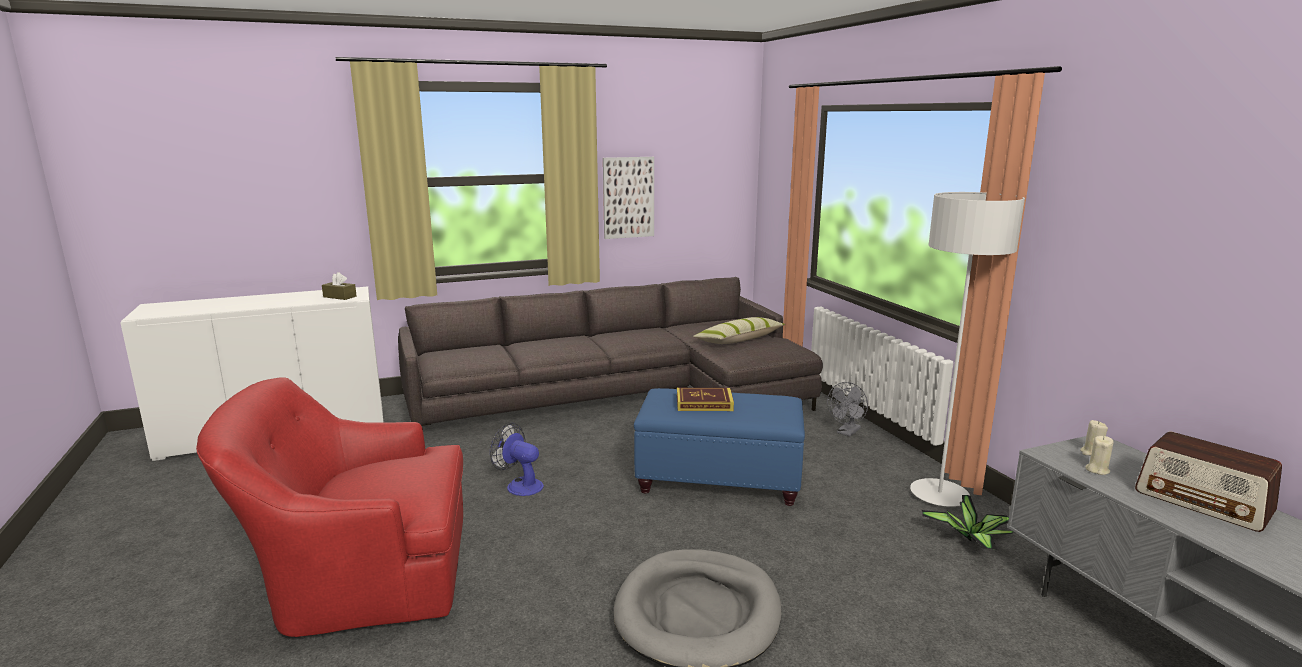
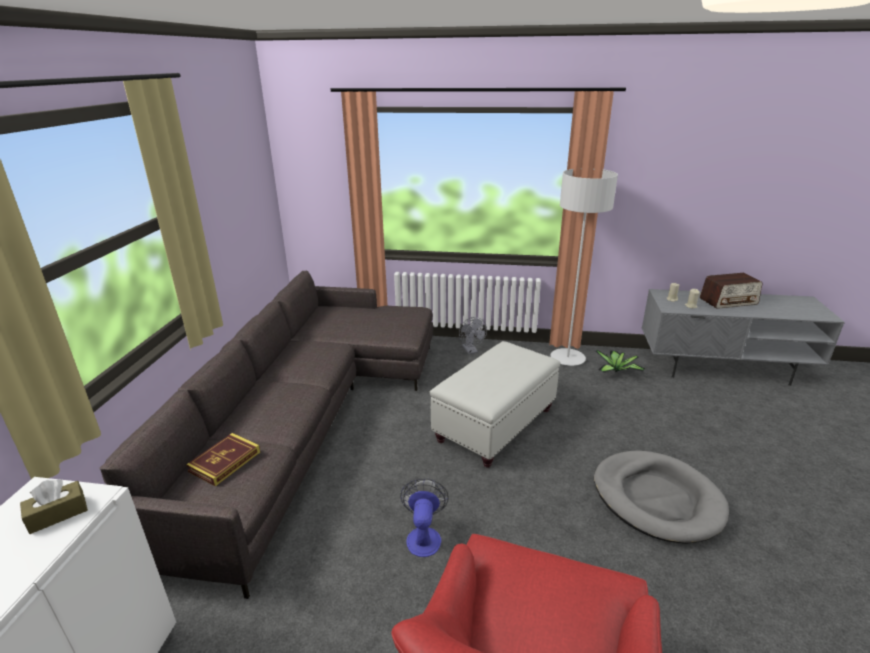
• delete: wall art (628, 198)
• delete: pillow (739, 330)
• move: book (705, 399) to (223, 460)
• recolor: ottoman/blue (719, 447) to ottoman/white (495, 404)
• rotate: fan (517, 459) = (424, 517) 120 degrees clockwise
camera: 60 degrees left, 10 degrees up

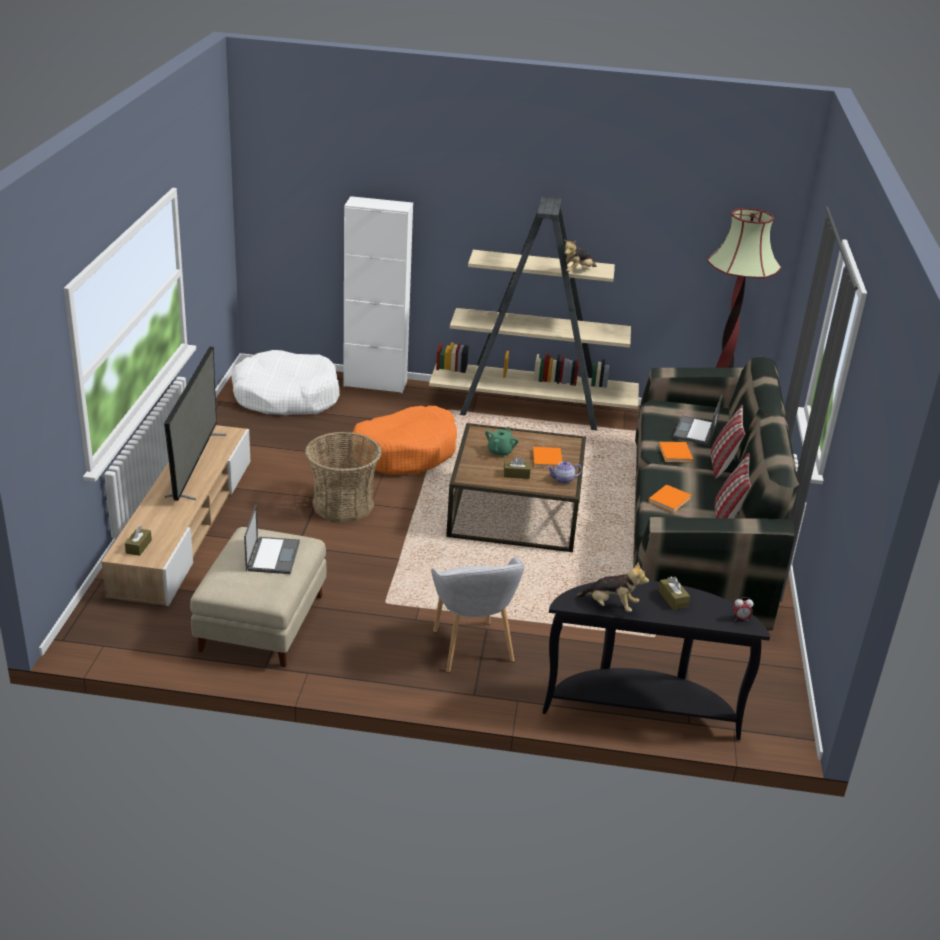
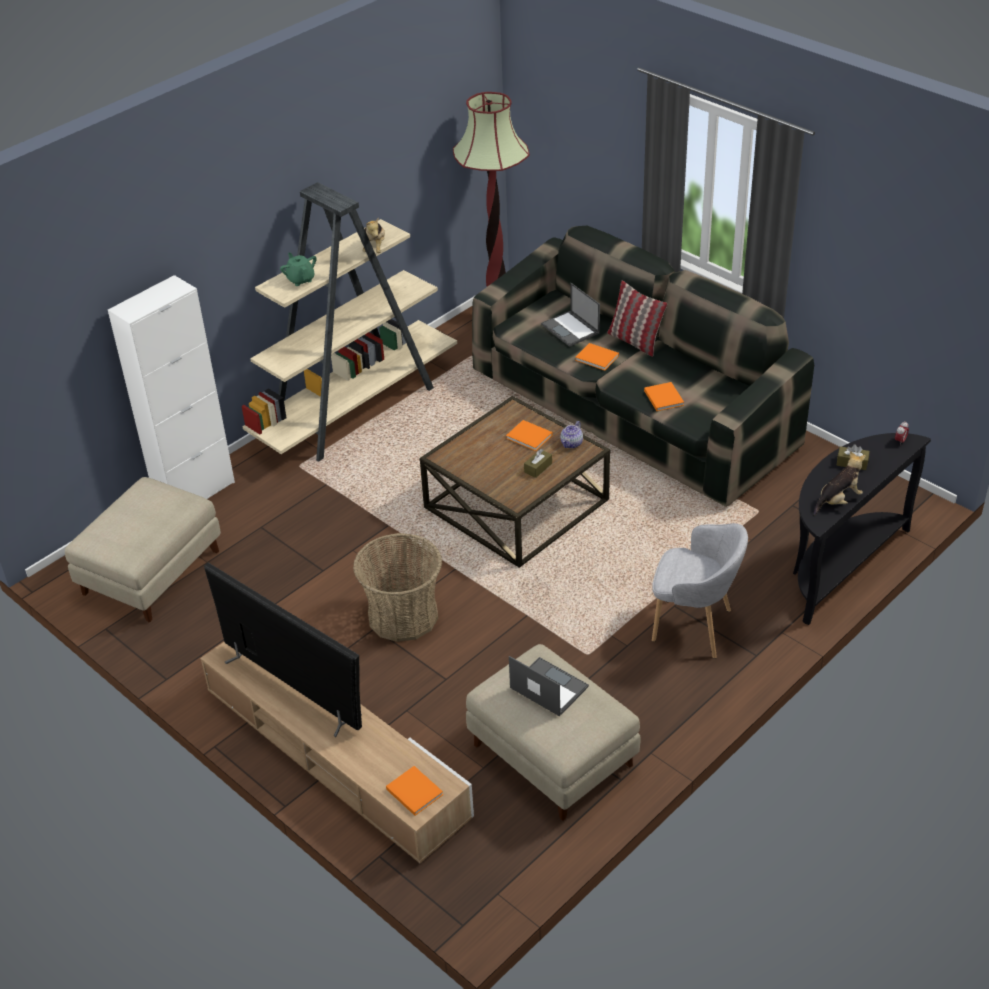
• delete: pet bed/orangey (404, 440)
• delete: pillow (732, 485)
• move: teapot/green (502, 442) to (298, 269)
• replace: box of tissues/brown-coloured (138, 541) to book/orangey (414, 791)
• replace: pet bed/white (285, 382) to ottoman/beige (143, 549)
camera: 50 degrees left, 10 degrees up

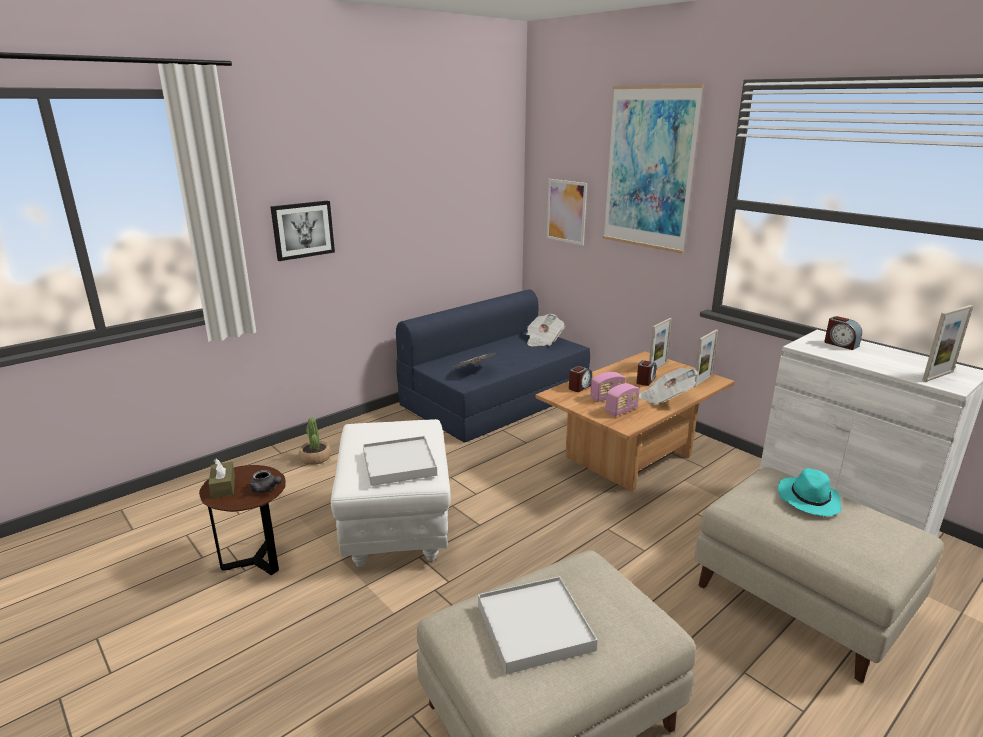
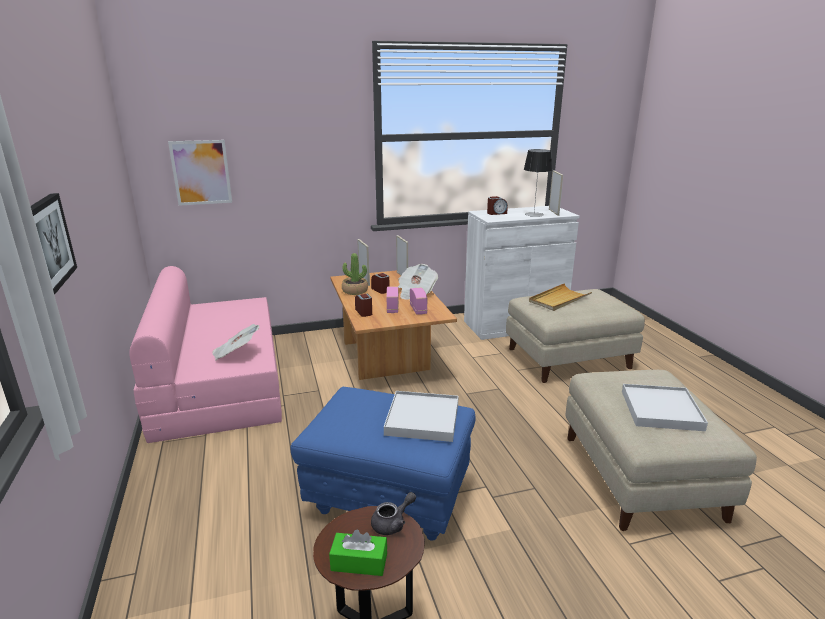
• delete: printed paper (545, 330)
• delete: wall art (653, 169)
• insert: tabletop lamp (538, 183)
• move: plant in a pot (315, 441) to (355, 274)
• replace: wearable hat/turquoise-coloured (809, 492) to tray/beige (560, 297)
• recolor: box of tissues/brown-coloured (221, 479) to box of tissues/green (358, 553)
• recolor: ottoman/white (391, 493) to ottoman/blue (383, 464)
• recolor: settee/blue (493, 366) to settee/pink (205, 354)
camera: 65 degrees left, 0 degrees up

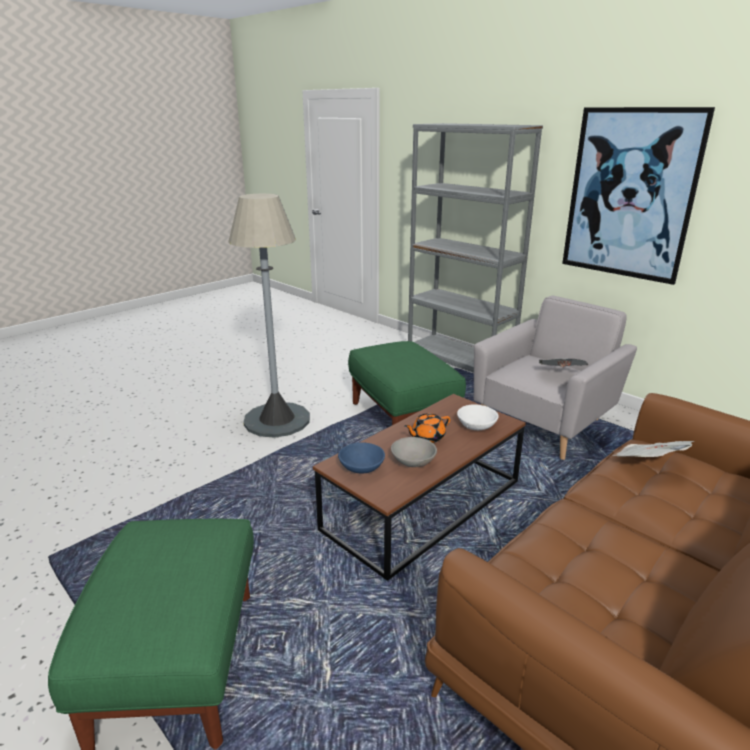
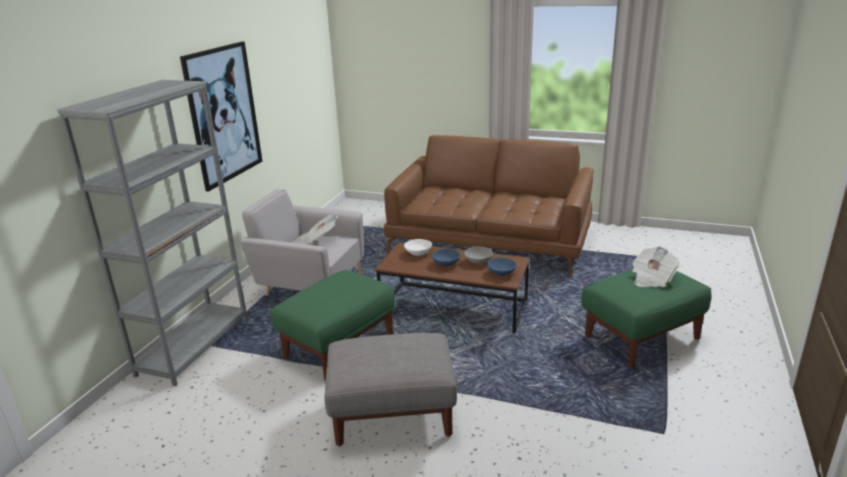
• move: printed paper (653, 449) to (656, 266)
• replace: standing lamp/gray (269, 316) to ottoman/gray (390, 390)
• replace: teapot/orangey (427, 428) to serving bowl/blue (446, 257)
camera: 115 degrees left, 0 degrees up

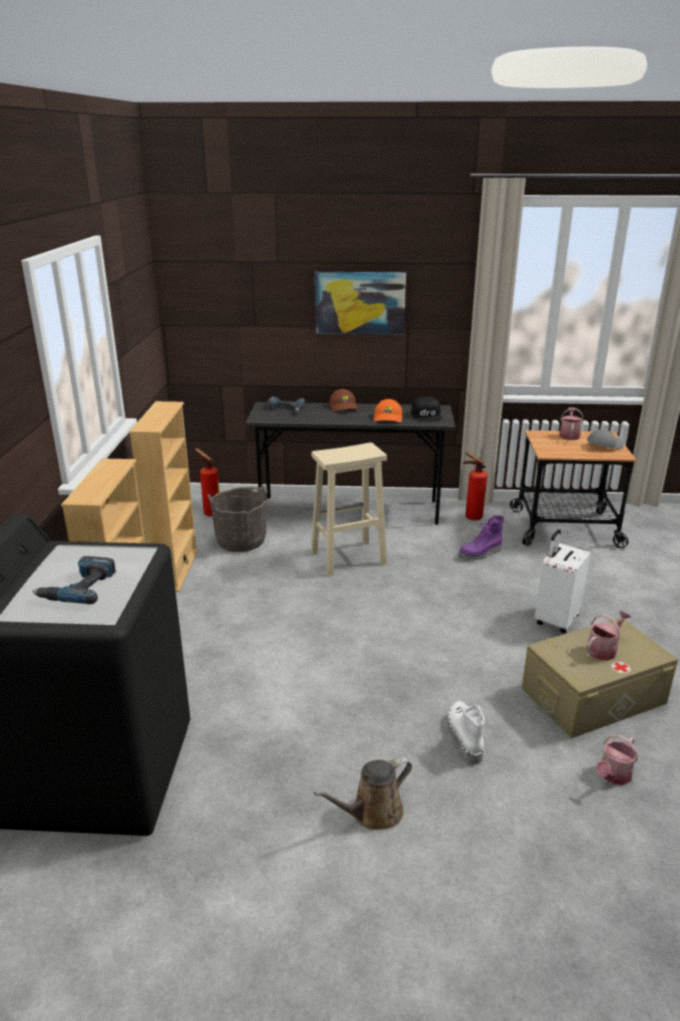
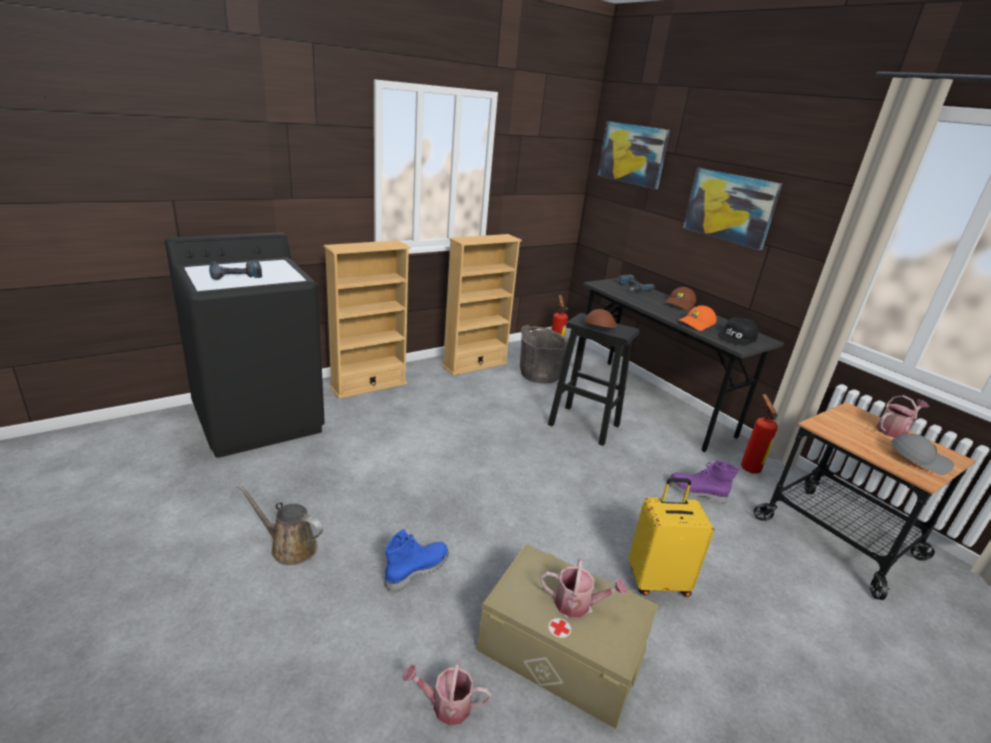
• insert: baseball cap/brown-coloured (601, 318)
• insert: wall art (634, 155)
• recolor: sitting stool/beige (349, 509) to sitting stool/black-coloured (594, 379)
• recolor: high-top boot/white (466, 733) to high-top boot/blue (417, 560)
• recolor: piece of luggage/white (563, 581) to piece of luggage/yellowish (671, 537)
camera: 50 degrees right, 0 degrees up

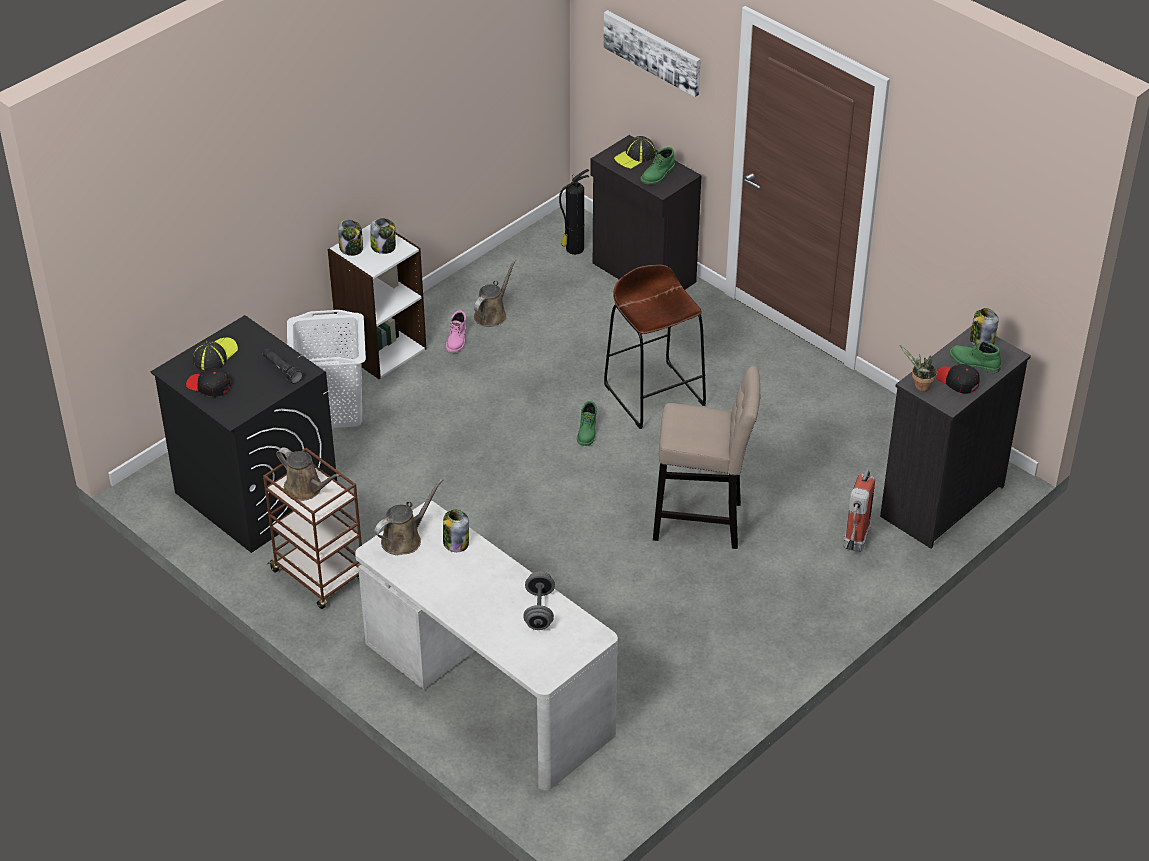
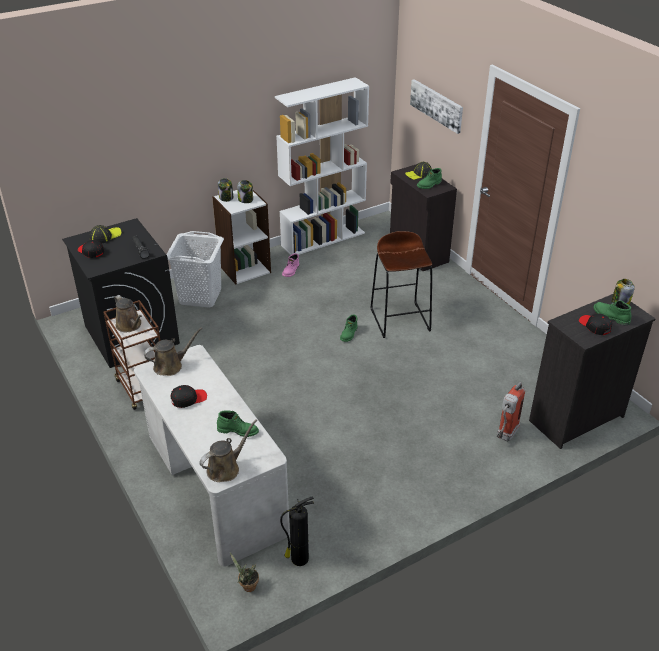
• delete: preserve jar (456, 530)
• delete: sitting stool/beige (707, 457)
• insert: baseball cap/black-coloured (189, 396)
• insert: shelving unit/white (322, 166)
• move: sprinkling can/brown-coloured (495, 293) to (228, 450)
• move: fire-fighting cylinder (574, 212) to (297, 531)
• move: plant in a pot (918, 368) to (244, 572)
• replace: free weight/gray (539, 600) to high-top boot/green (238, 423)
camera: 15 degrees right, 5 degrees down

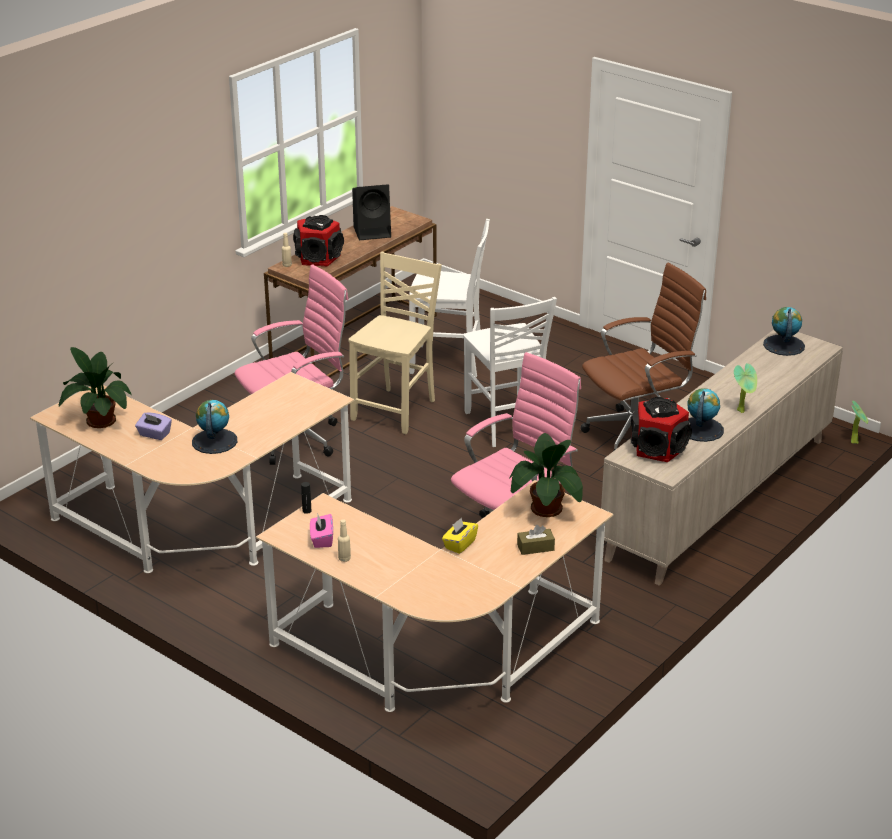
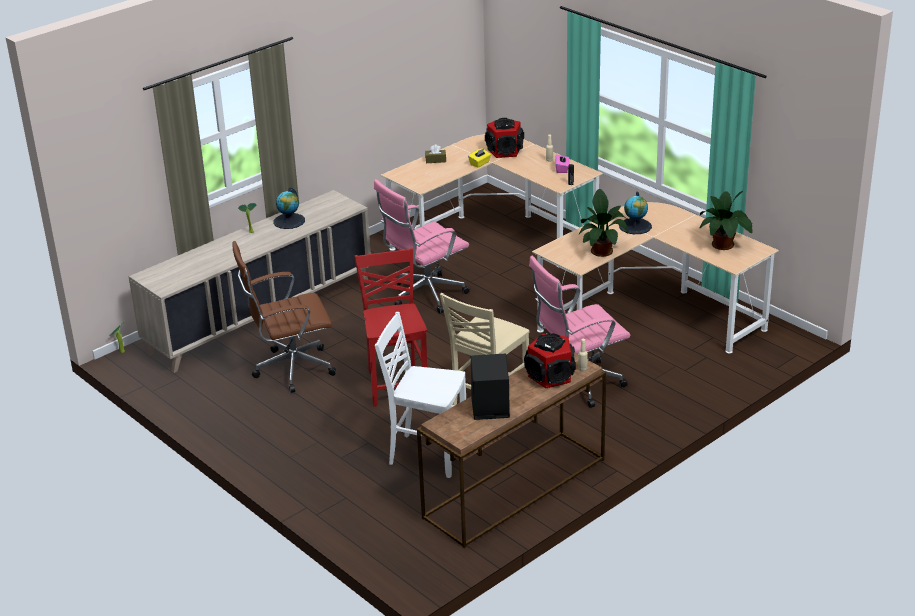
• delete: box of tissues/purple (153, 426)
• delete: desk globe (784, 331)
• move: plant in a pot (546, 475) to (604, 223)
• move: audio speaker (661, 429) to (504, 138)
• recolor: chair/white (510, 372) to chair/red-coloured (390, 327)
camera: 170 degrees left, 0 degrees up

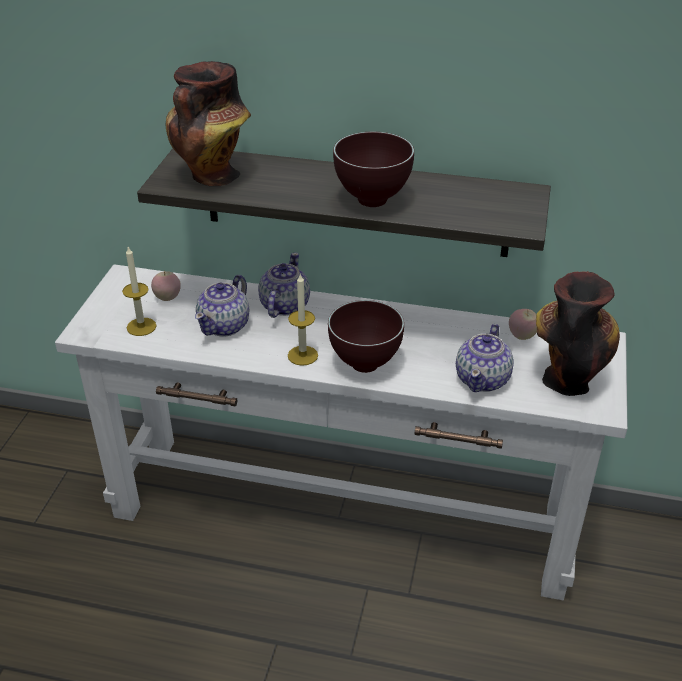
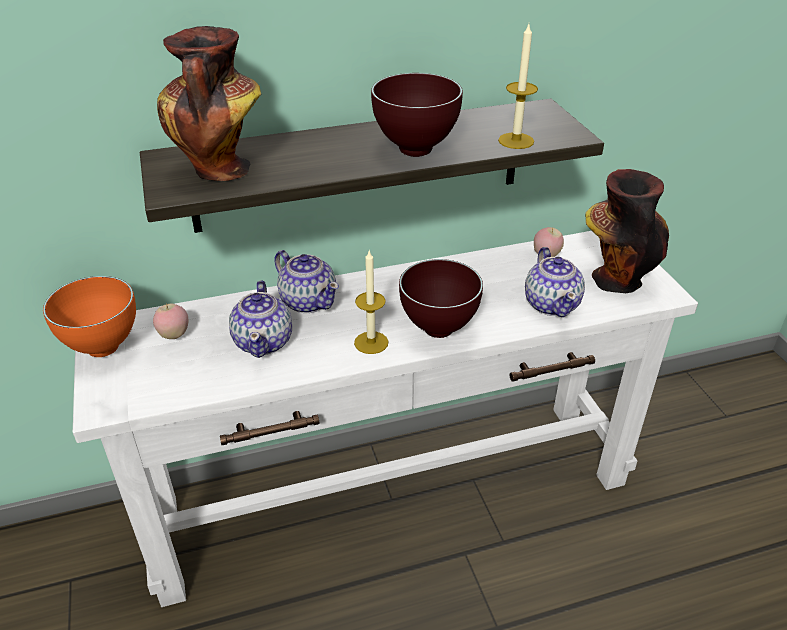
• insert: serving bowl/orangey (89, 316)
• move: wax light (139, 291) to (518, 86)
• rotate: teapot (284, 285) = (306, 281) 150 degrees clockwise
camera: 30 degrees left, 0 degrees up

